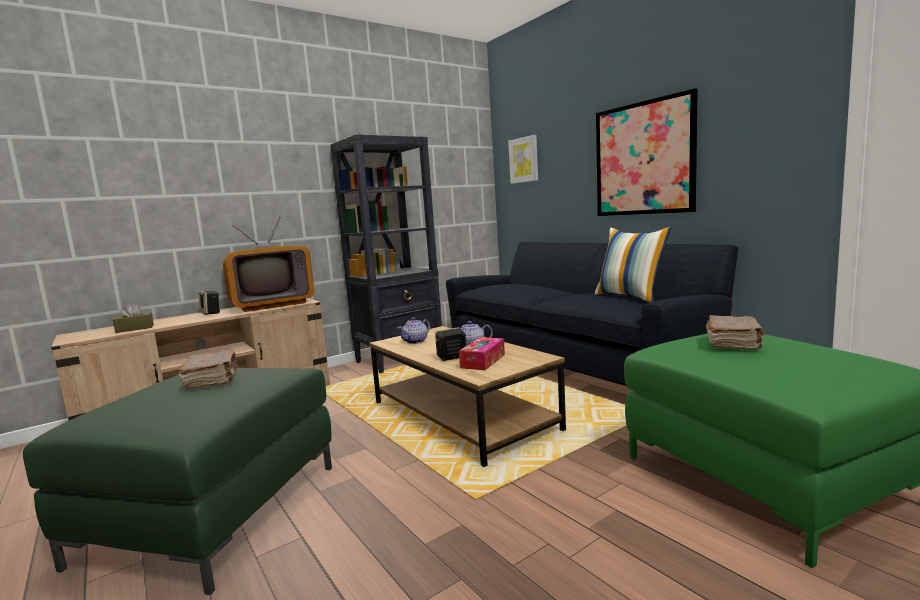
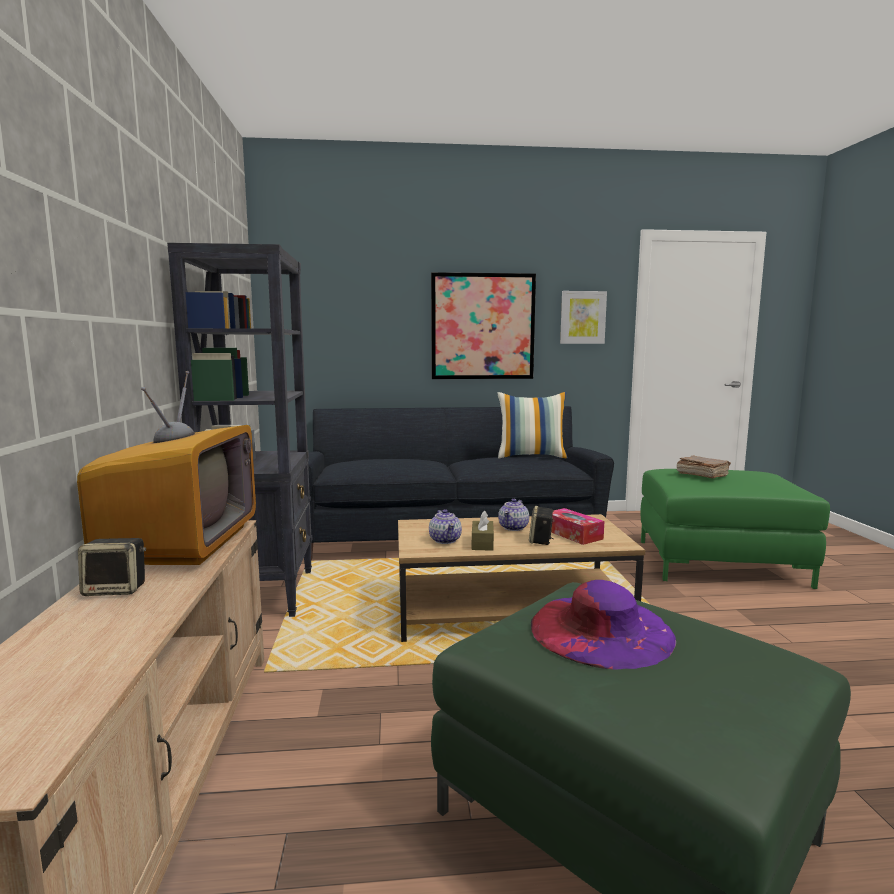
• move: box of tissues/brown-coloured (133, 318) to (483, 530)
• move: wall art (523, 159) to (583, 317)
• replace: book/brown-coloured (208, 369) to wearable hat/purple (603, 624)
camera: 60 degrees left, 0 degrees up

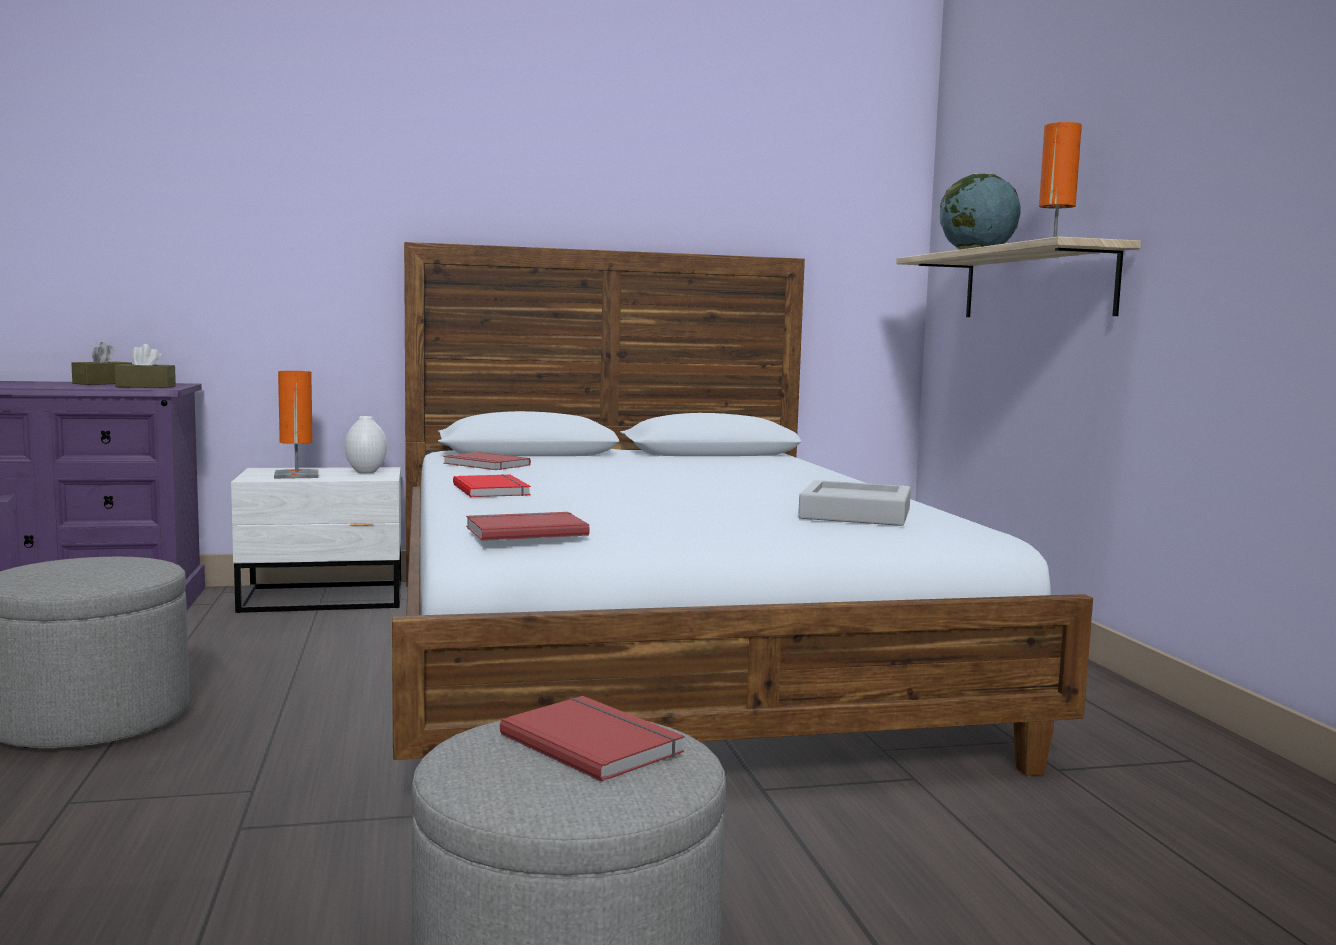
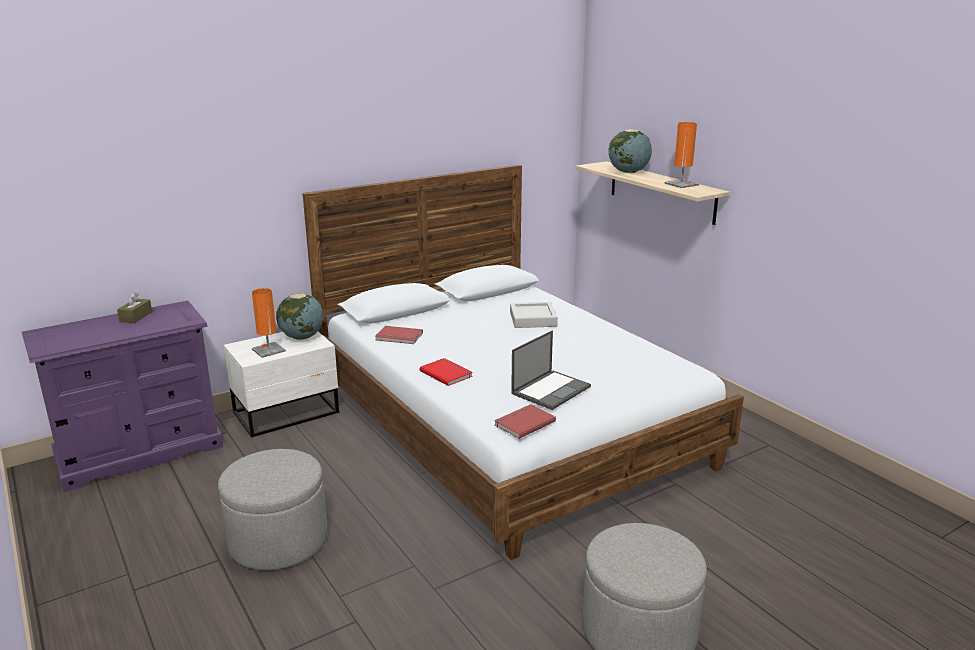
• delete: box of tissues/brown-coloured (145, 366)
• delete: book/red-coloured (592, 739)
• insert: laptop (551, 370)
• move: tray/gray (854, 503) to (534, 315)
• replace: vase/white (366, 444) to desk globe (300, 316)
camera: 20 degrees left, 15 degrees up

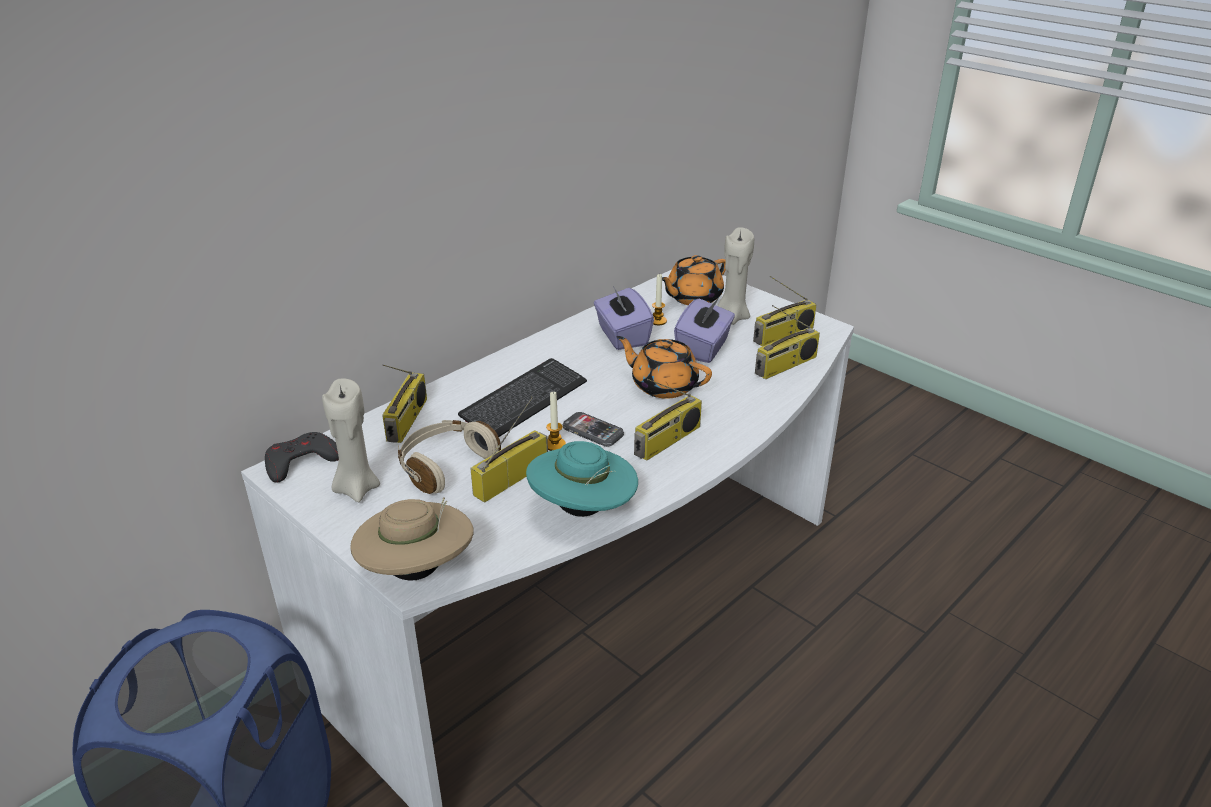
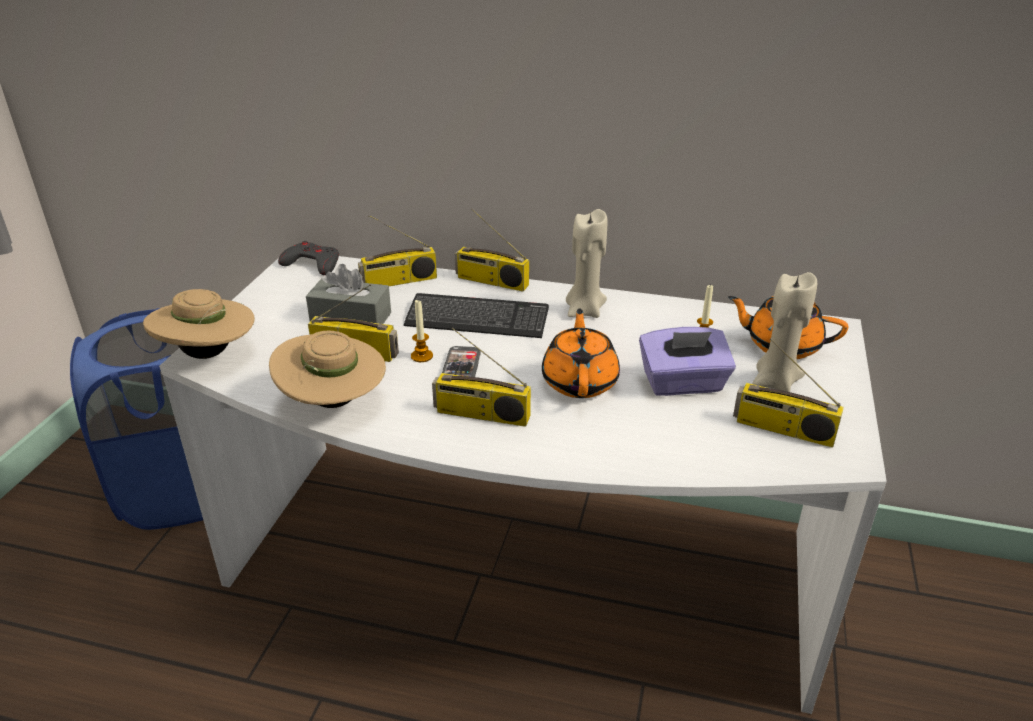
• delete: box of tissues/purple (624, 318)
• move: wax light/beige (351, 440) to (586, 263)
• move: radio (787, 342) to (492, 250)
• replace: headset/beige (449, 457) to box of tissues/gray (348, 294)
• recolor: wearable hat/turquoise-coloured (582, 479) to wearable hat/beige (327, 369)
camera: 60 degrees right, 0 degrees up

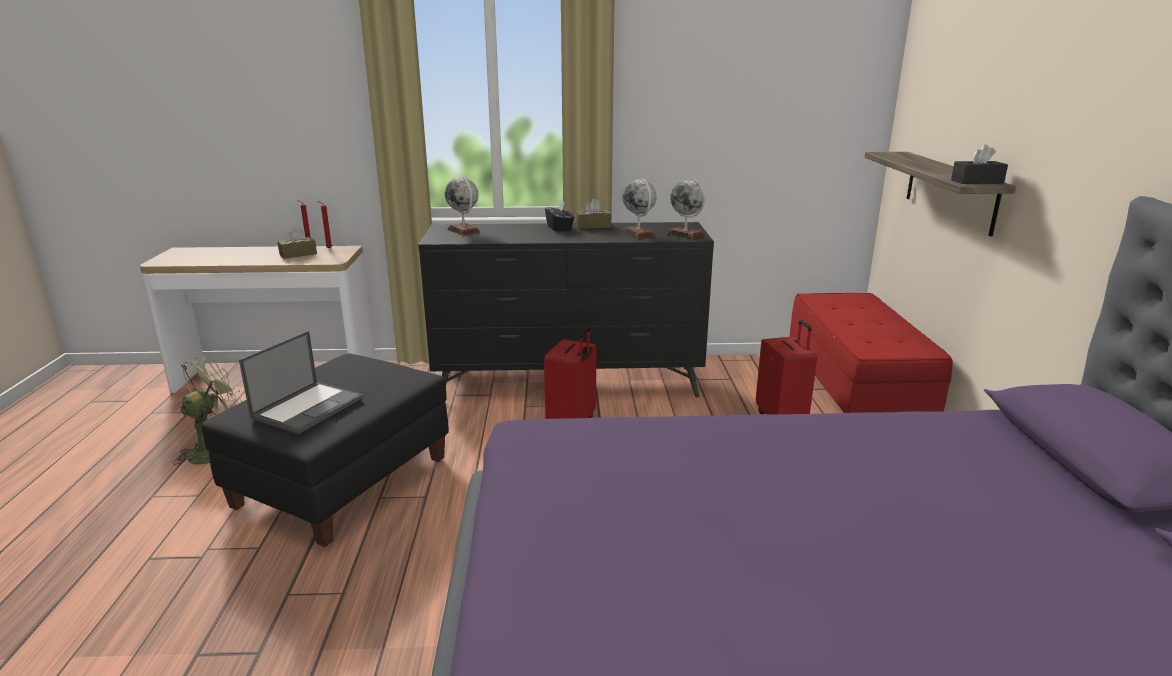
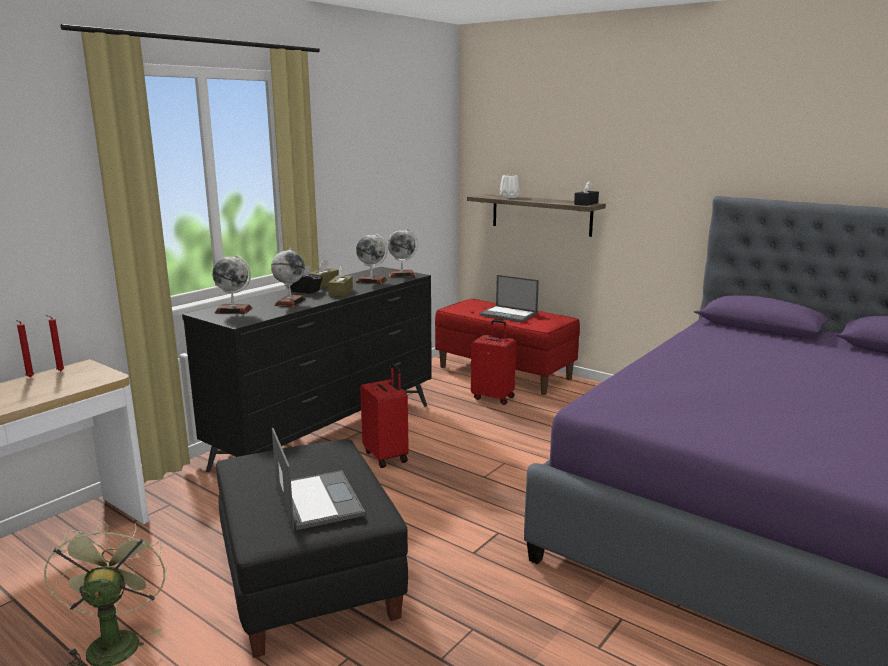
• insert: desk globe (288, 277)
• insert: laptop (509, 298)
• insert: vase/white (510, 186)
• move: box of tissues/brown-coloured (297, 243) to (340, 281)
camera: 50 degrees left, 5 degrees down

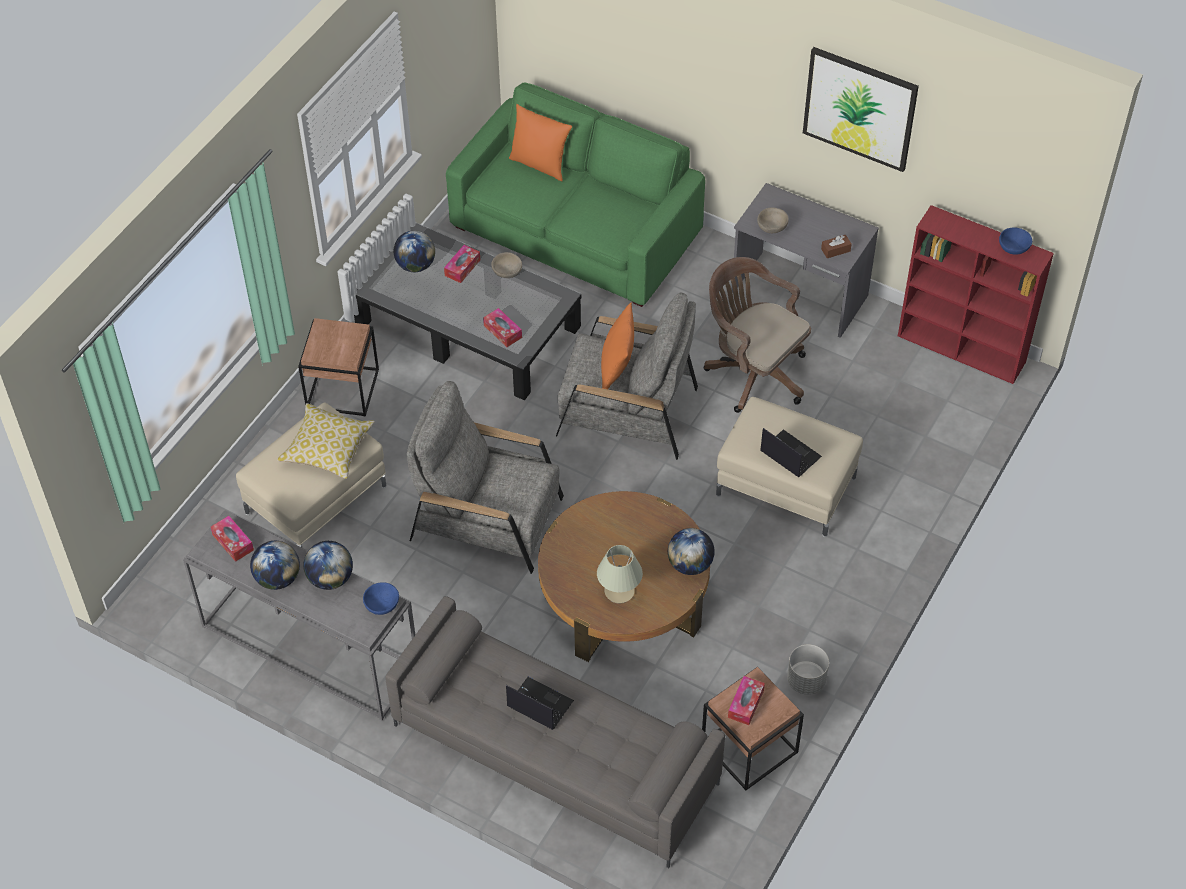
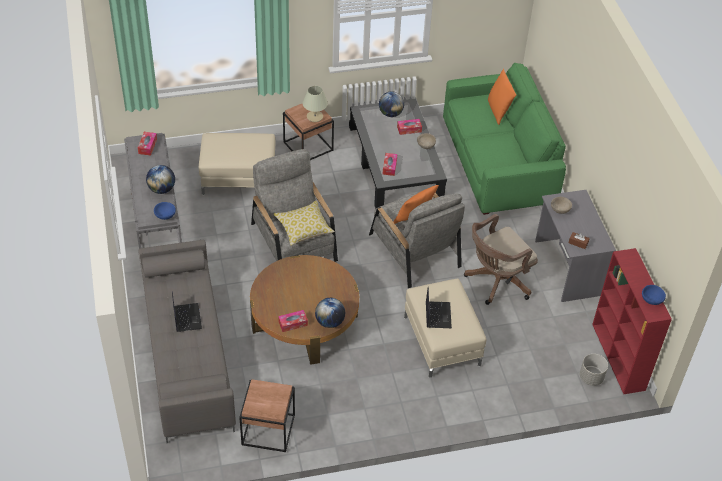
• delete: desk globe (275, 565)
• delete: wall art (861, 109)
• move: pillow (326, 441) to (304, 223)
• move: tabletop lamp/beige (620, 574) to (315, 104)
• move: box of tissues (746, 700) to (293, 321)
• move: planter/gray (808, 669) to (594, 370)
• rotate: desk chair/brown-coloured (757, 335) = (501, 259) 120 degrees counterclockwise
camera: 45 degrees right, 5 degrees down

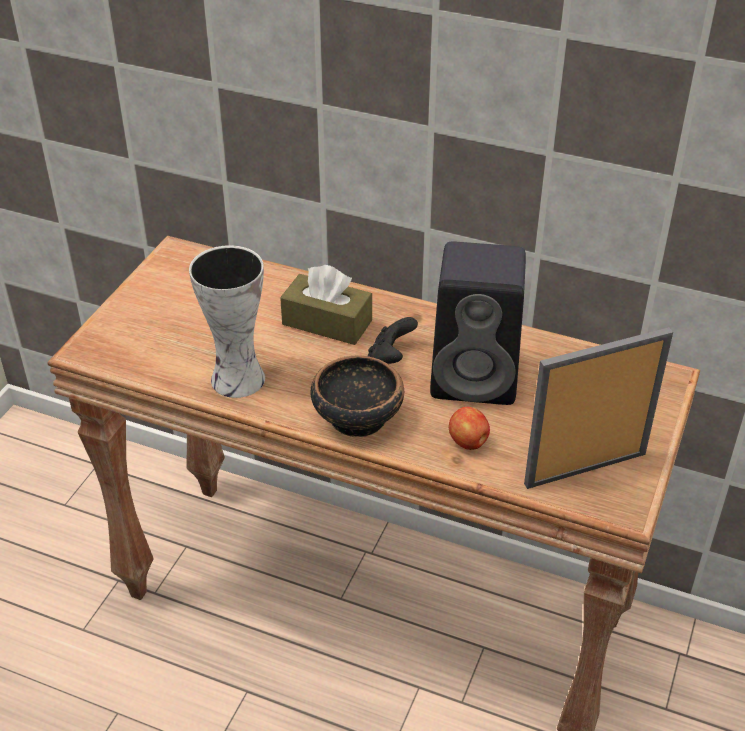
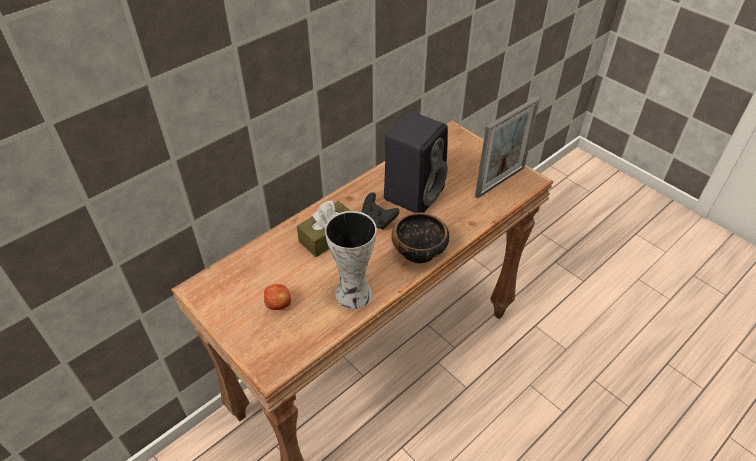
• move: apple fruit (469, 428) to (277, 297)
• rotate: standing frame (598, 408) = (507, 147) 135 degrees counterclockwise
camera: 65 degrees left, 5 degrees up

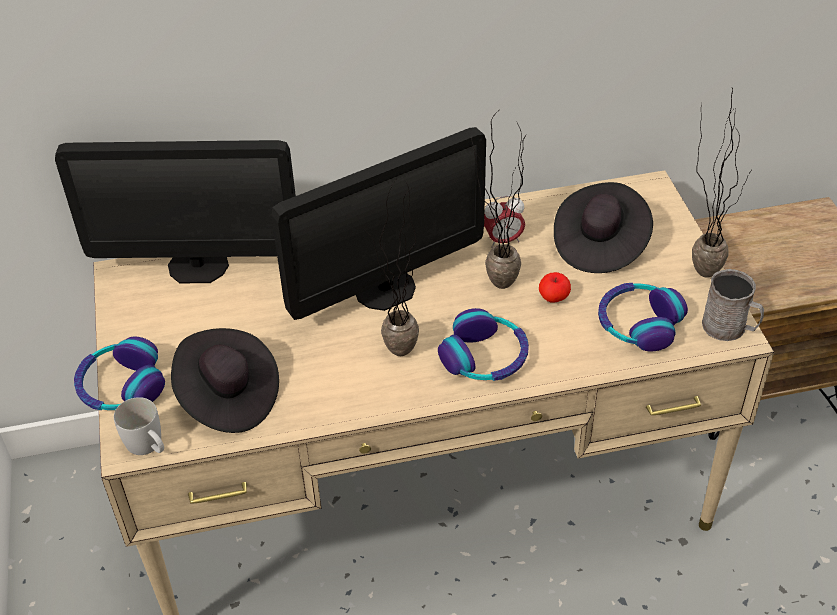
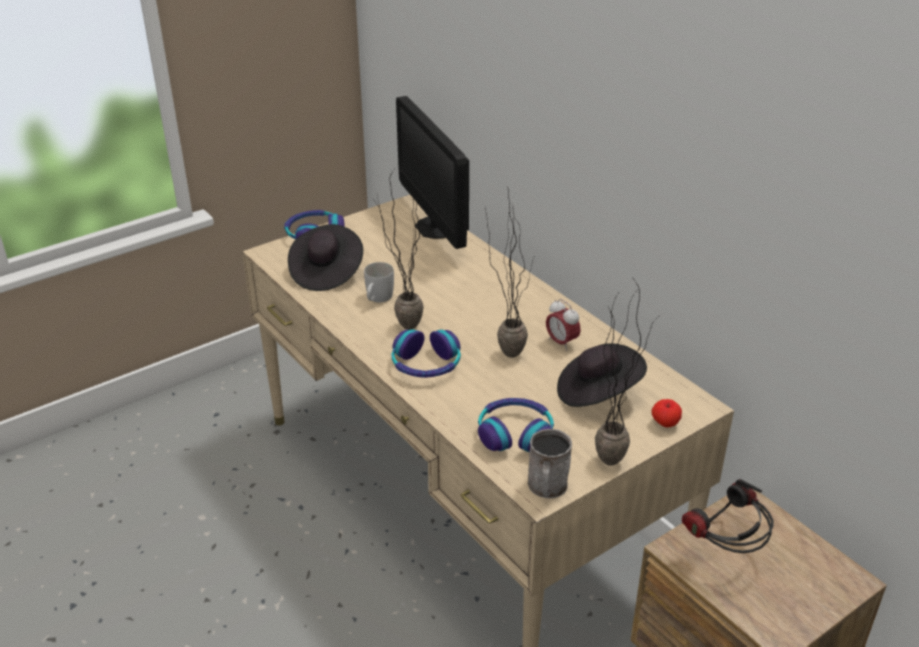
• delete: computer display (378, 223)
• insert: headset (728, 516)
• move: mug/white (139, 426) to (379, 282)
• move: apple fruit (555, 287) to (667, 413)
camera: 65 degrees right, 10 degrees down

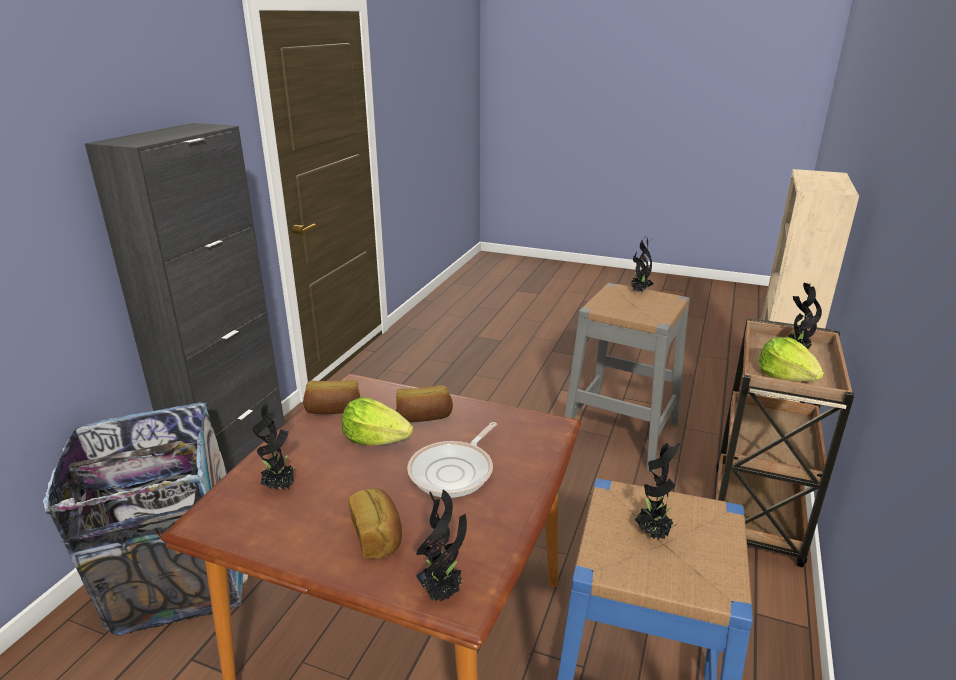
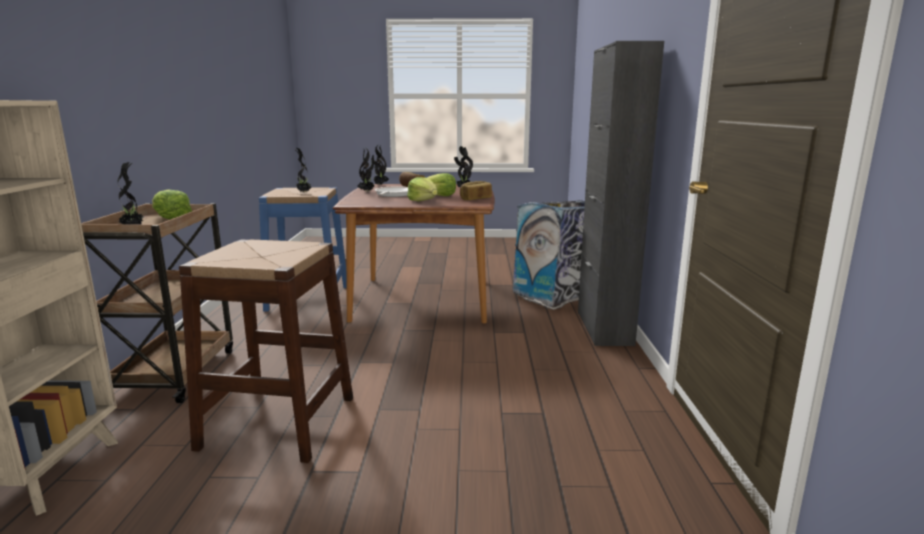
• move: plant in a pot (641, 264) to (366, 169)
• replace: baked bread (424, 403) to head of lettuce (422, 189)
• recolor: sitting stool/gray (627, 377) to sitting stool/brown-coloured (266, 351)
camera: 160 degrees right, 10 degrees down

